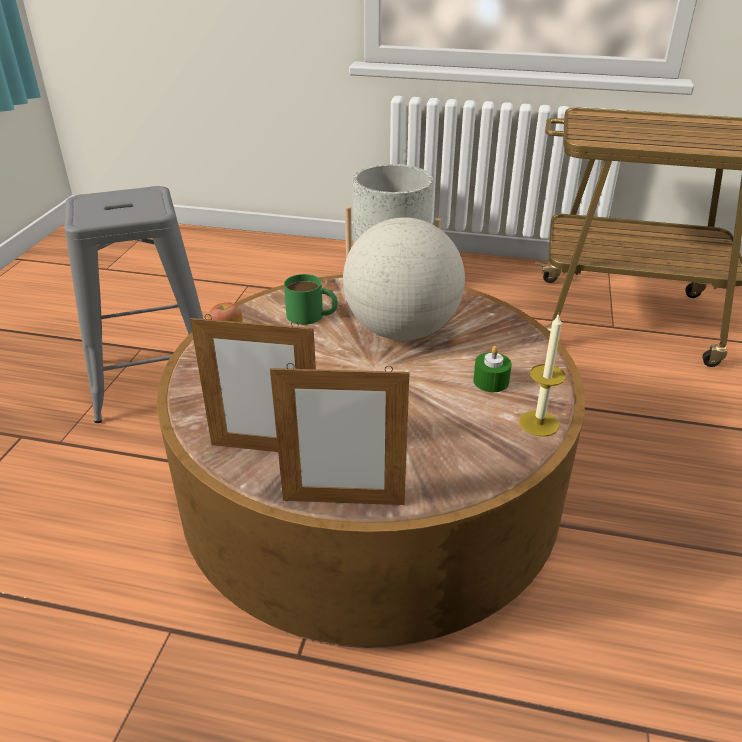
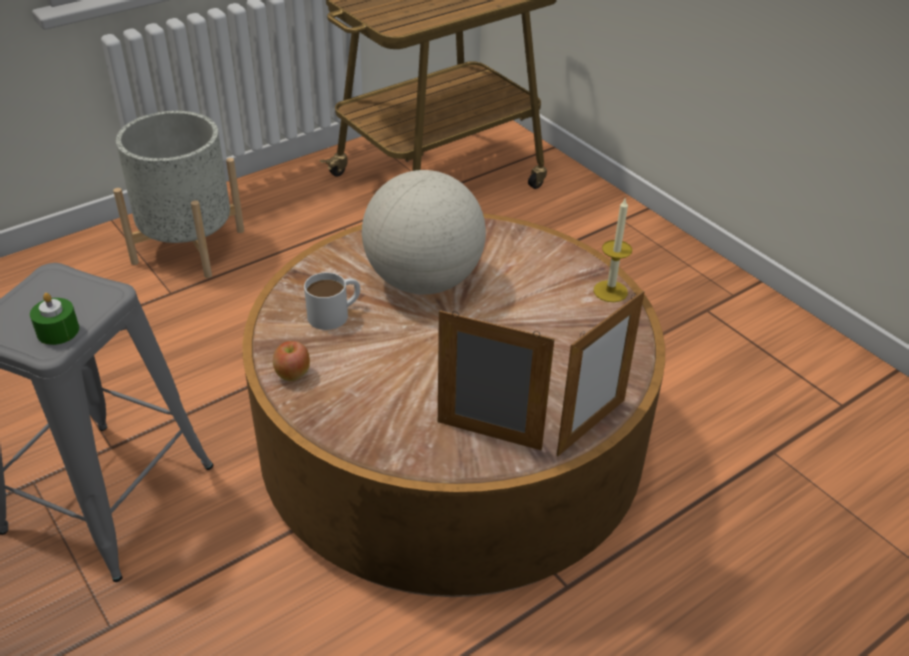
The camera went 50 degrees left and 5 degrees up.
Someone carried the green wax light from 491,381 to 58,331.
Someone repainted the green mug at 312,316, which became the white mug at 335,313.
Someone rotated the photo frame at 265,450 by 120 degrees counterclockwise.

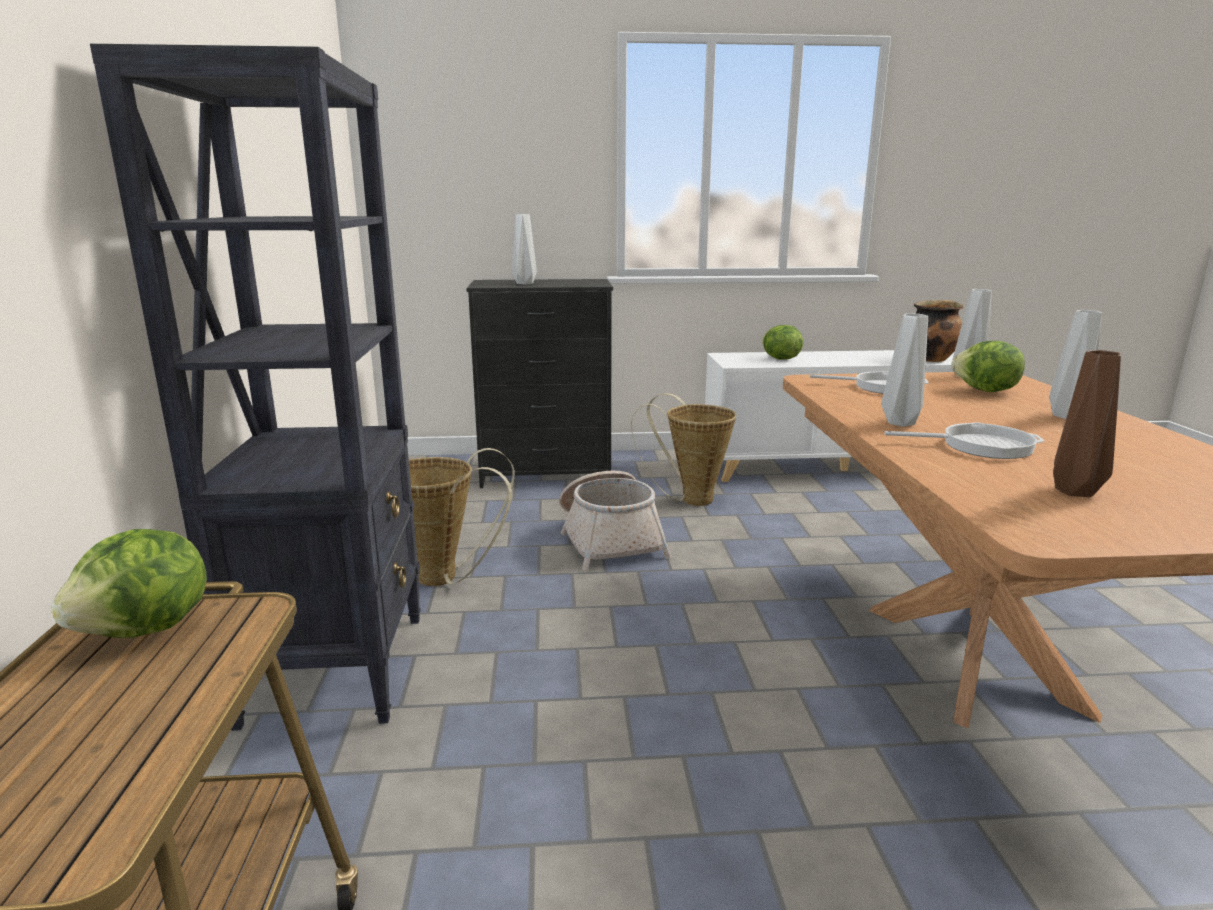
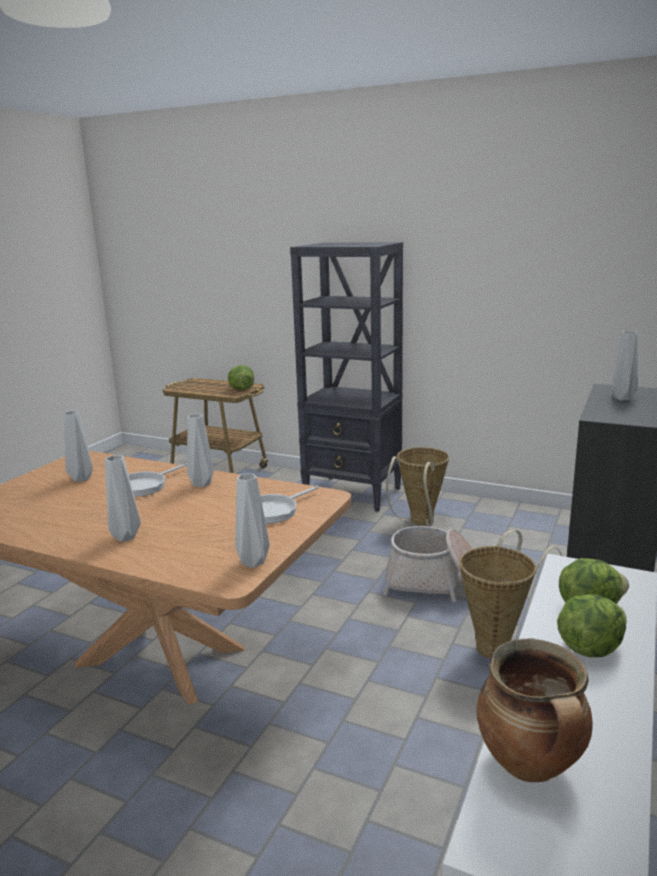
The camera went 120 degrees right and 0 degrees up.
Someone carried the head of lettuce from 985,391 to 589,647.
Someone repainted the brown decorative vase at 1072,490, which became the gray decorative vase at 82,479.

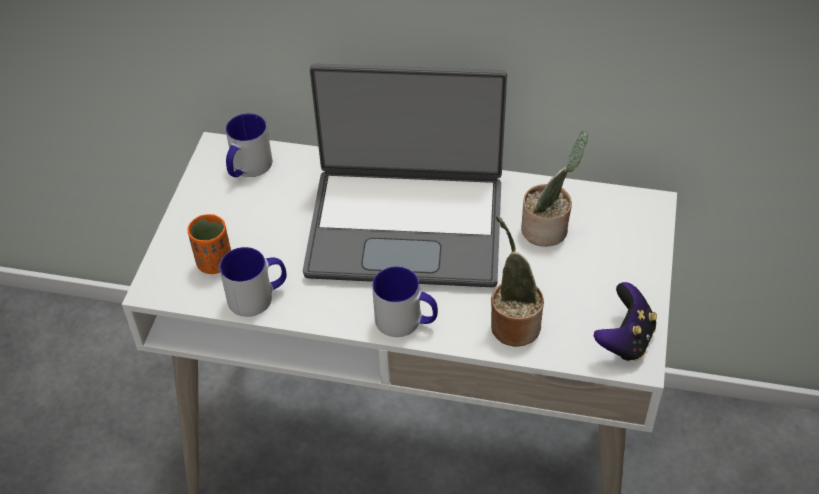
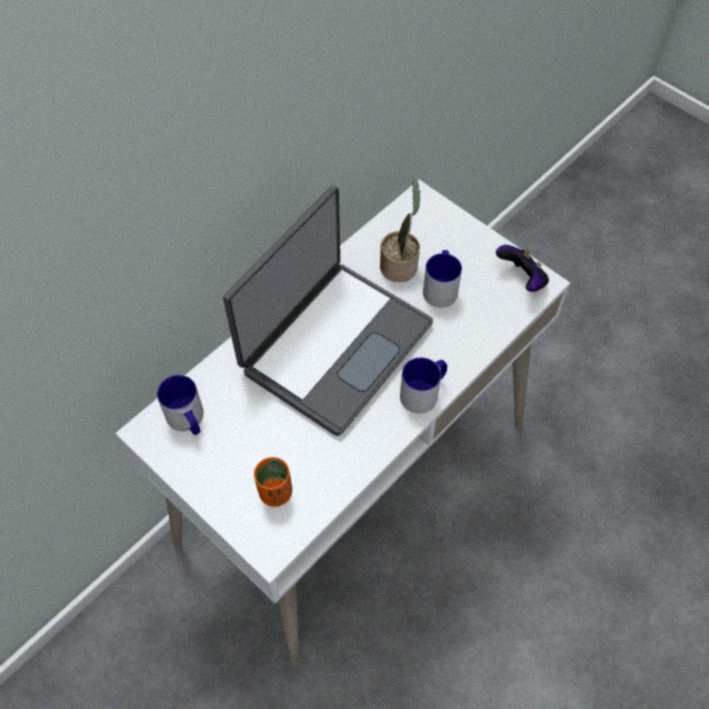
The camera went 60 degrees left and 10 degrees up.
Someone took away the houseplant at 512,324.
Someone carried the mug from 258,296 to 440,287.

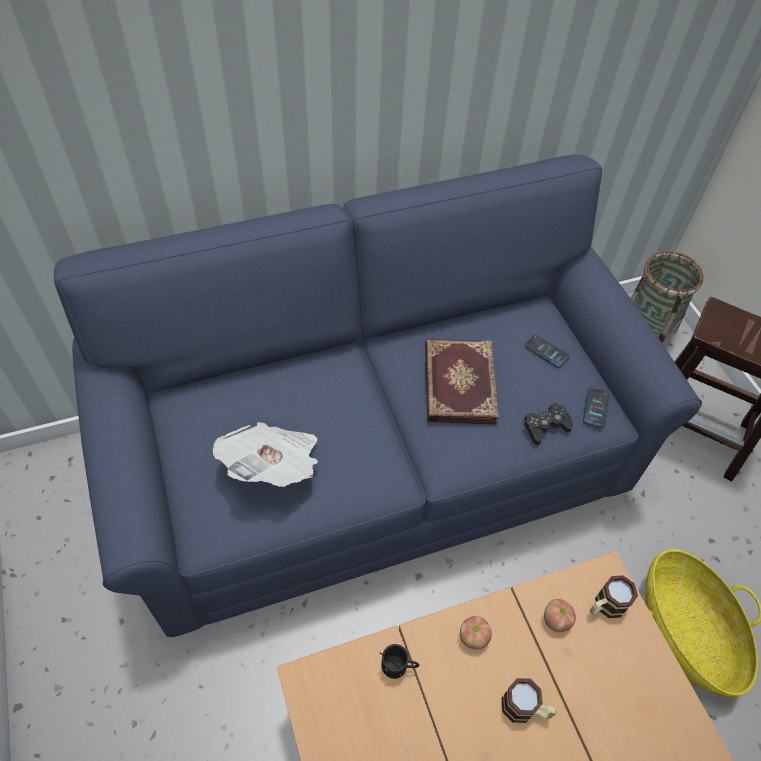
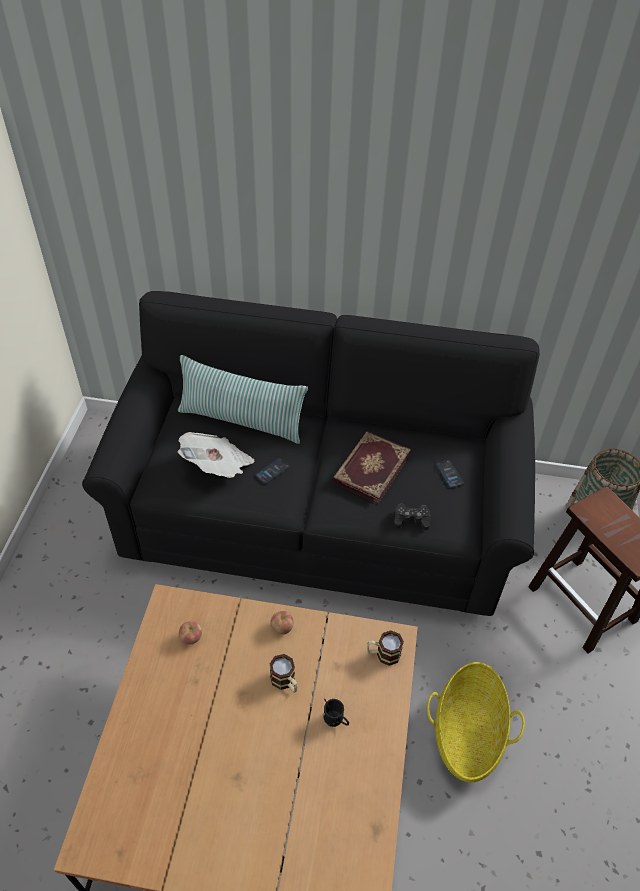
The camera went 30 degrees right and 5 degrees down.
Someone put down the throw pillow at 241,420.
Someone carried the black-coloured mug from 398,667 to 335,720.
Someone carried the apple from 556,620 to 191,637.
Someone carried the handset from 595,408 to 272,471.
Someone repainted the blue-coloured sofa at 376,462, which became the black-coloured sofa at 318,517.

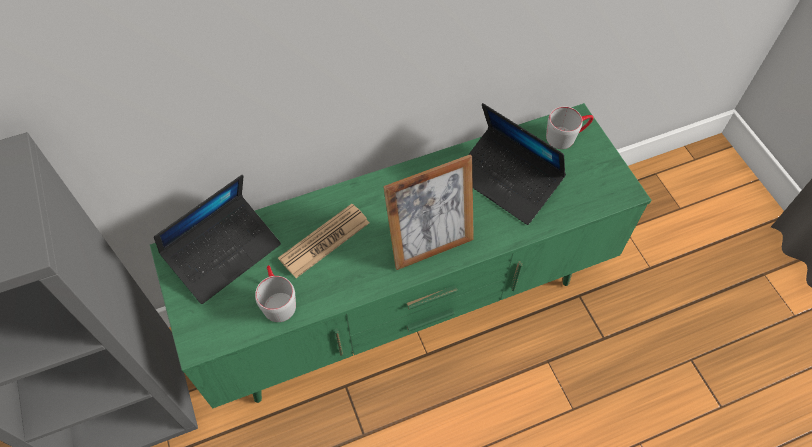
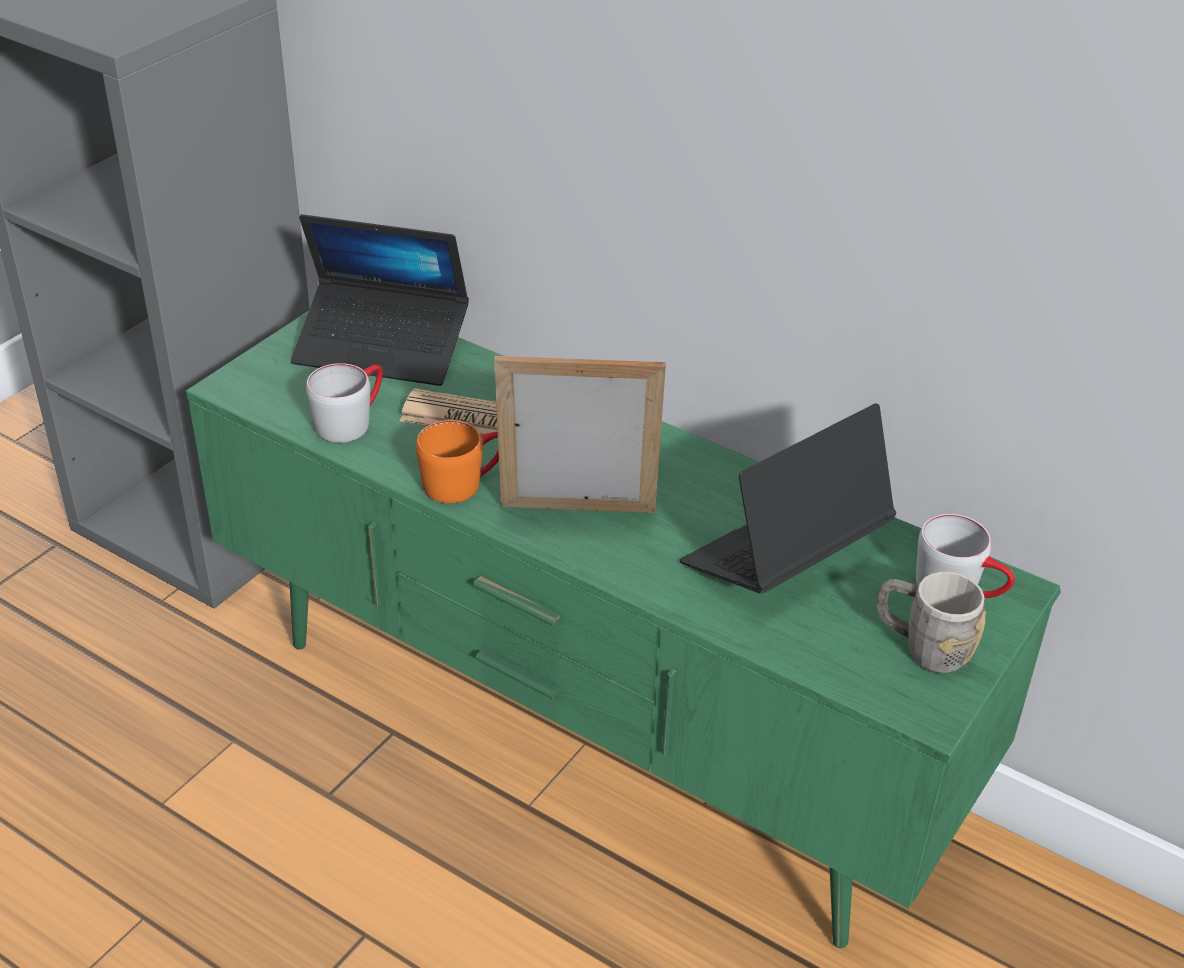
The camera went 55 degrees right and 20 degrees down.
Someone put down the orangey mug at 464,481.
Someone put down the gray mug at 922,648.
Someone rotated the photo frame at 430,244 by 150 degrees clockwise.
Someone rotated the notebook computer at 507,181 by 45 degrees clockwise.

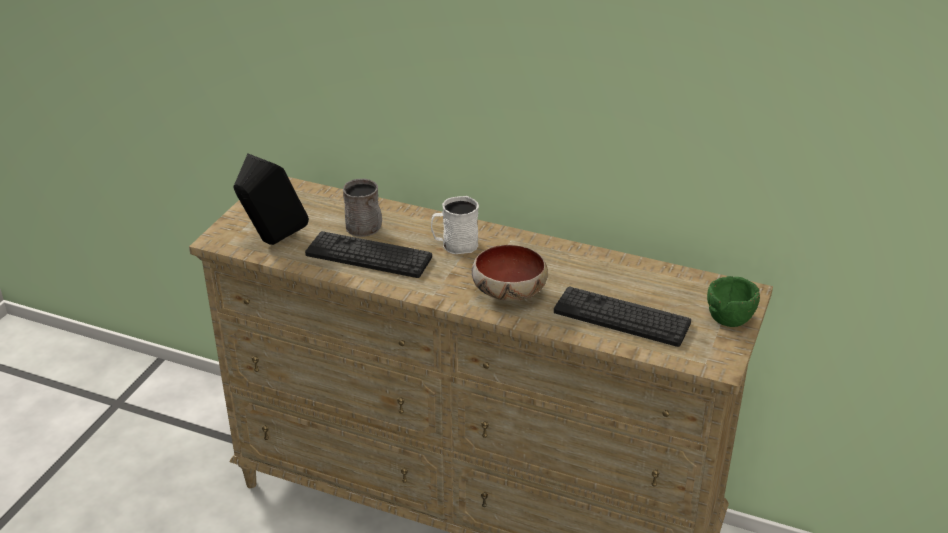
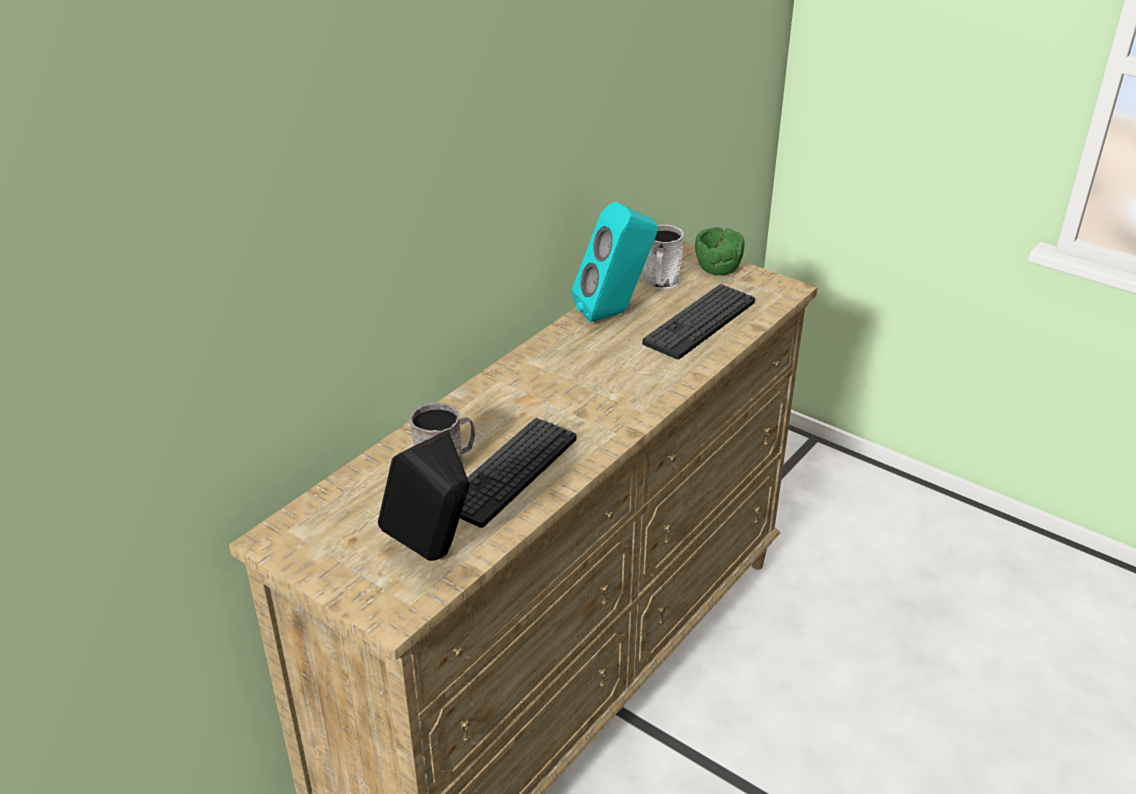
The camera went 75 degrees left and 0 degrees up.
Someone took away the serving bowl at 507,292.
Someone put down the blue-green audio speaker at 615,313.
Someone carried the white mug from 455,245 to 660,282.

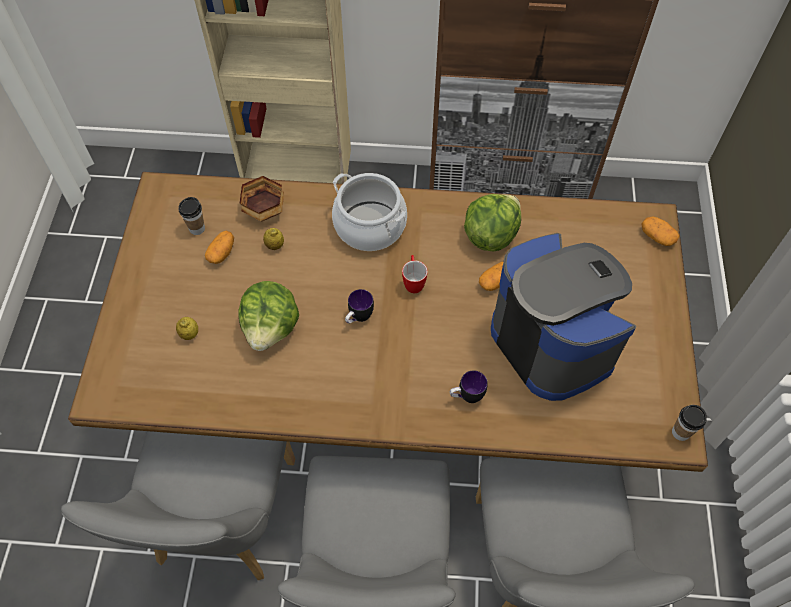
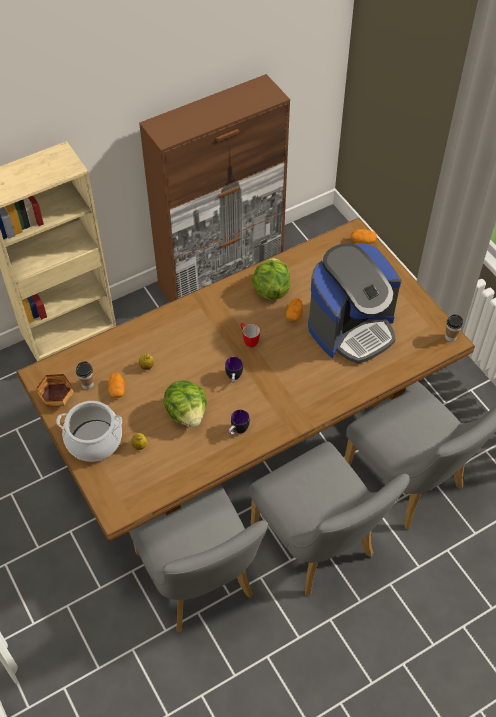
The camera went 35 degrees left and 5 degrees down.
Someone carried the serving bowl from 263,210 to 56,398.
Someone carried the stockpot from 370,226 to 94,440.
Someone carried the mug from 466,397 to 238,431.
Someone rotated the coffee machine at 553,341 by 120 degrees clockwise.

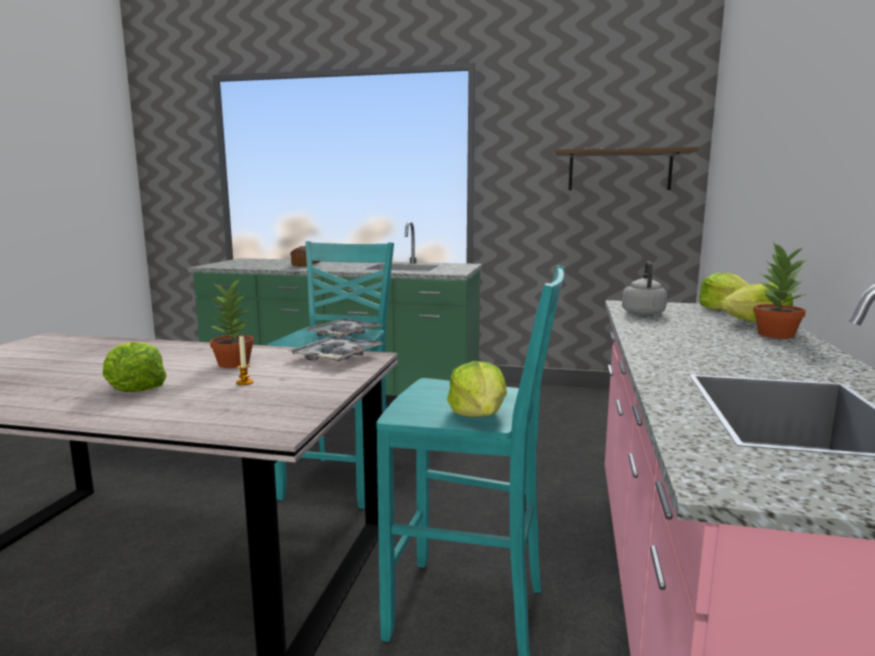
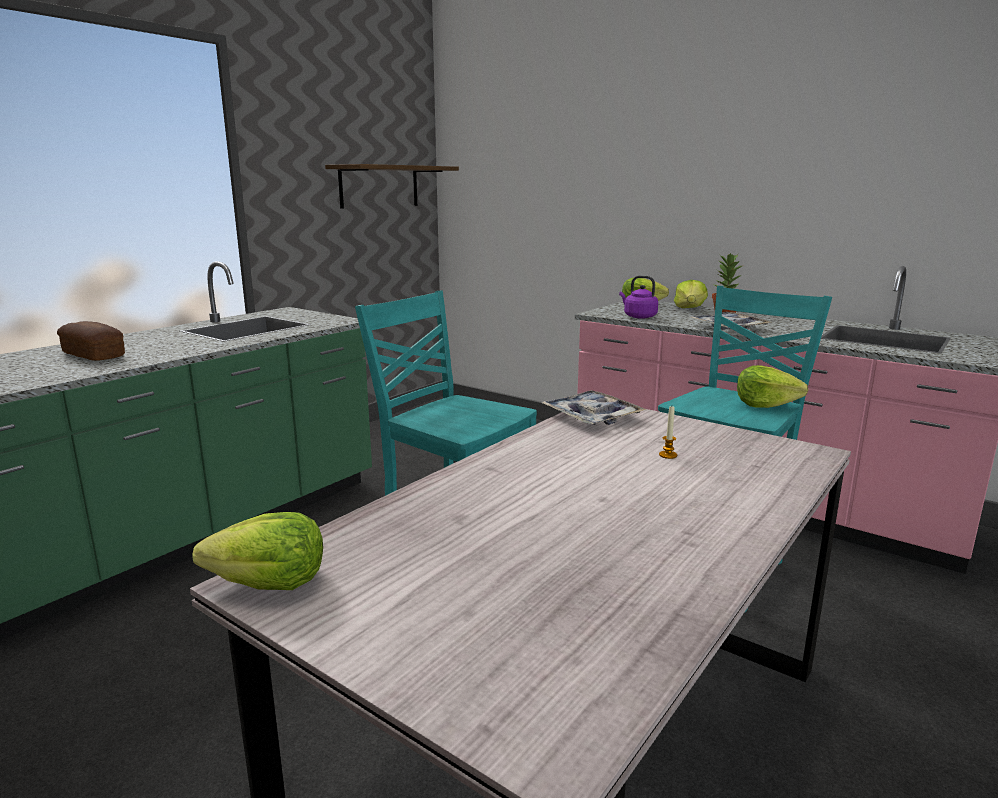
The camera went 65 degrees left and 5 degrees up.
Someone took away the houseplant at 234,364.
Someone carried the head of lettuce from 135,387 to 269,583.
Someone carried the serving tray from 343,335 to 729,328.
Someone repainted the gray tea kettle at 643,313, which became the purple tea kettle at 638,316.

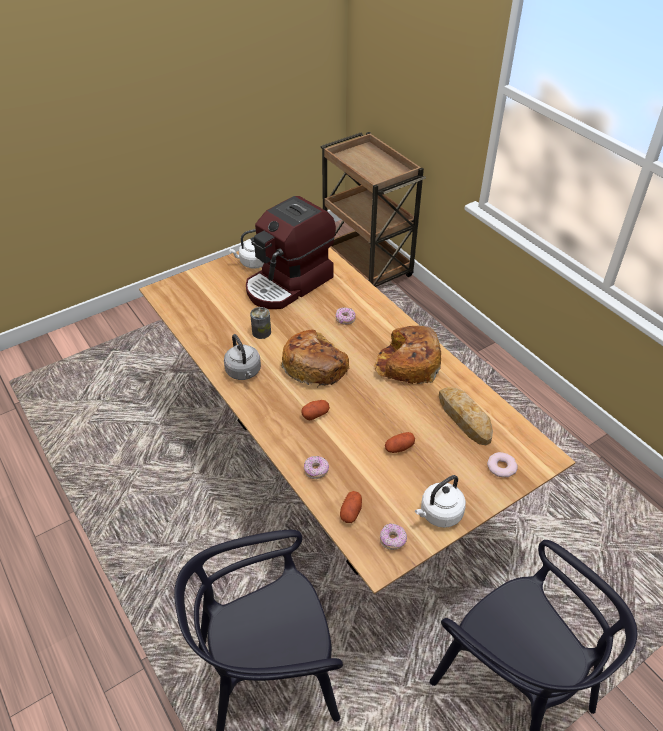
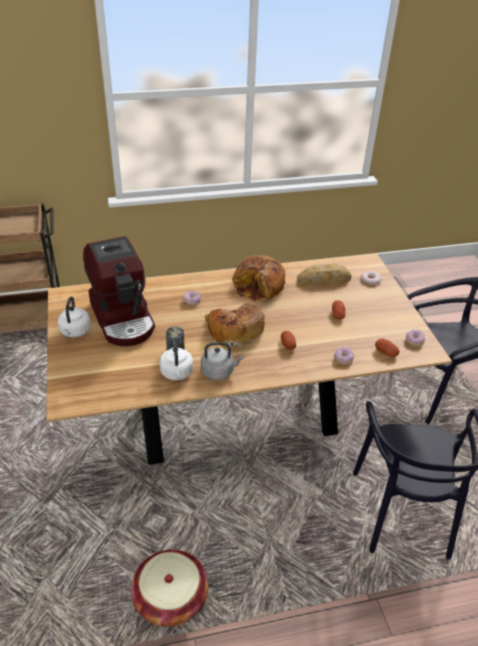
The camera went 70 degrees left and 5 degrees down.
Someone put down the household basket at 171,598.
Someone carried the white tea kettle from 439,514 to 177,373.

